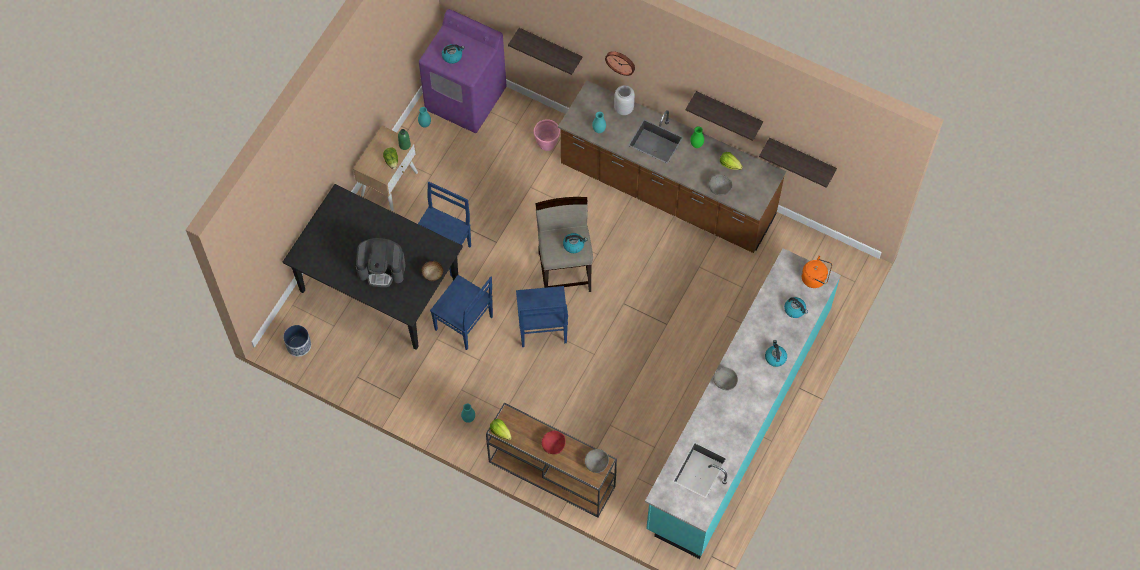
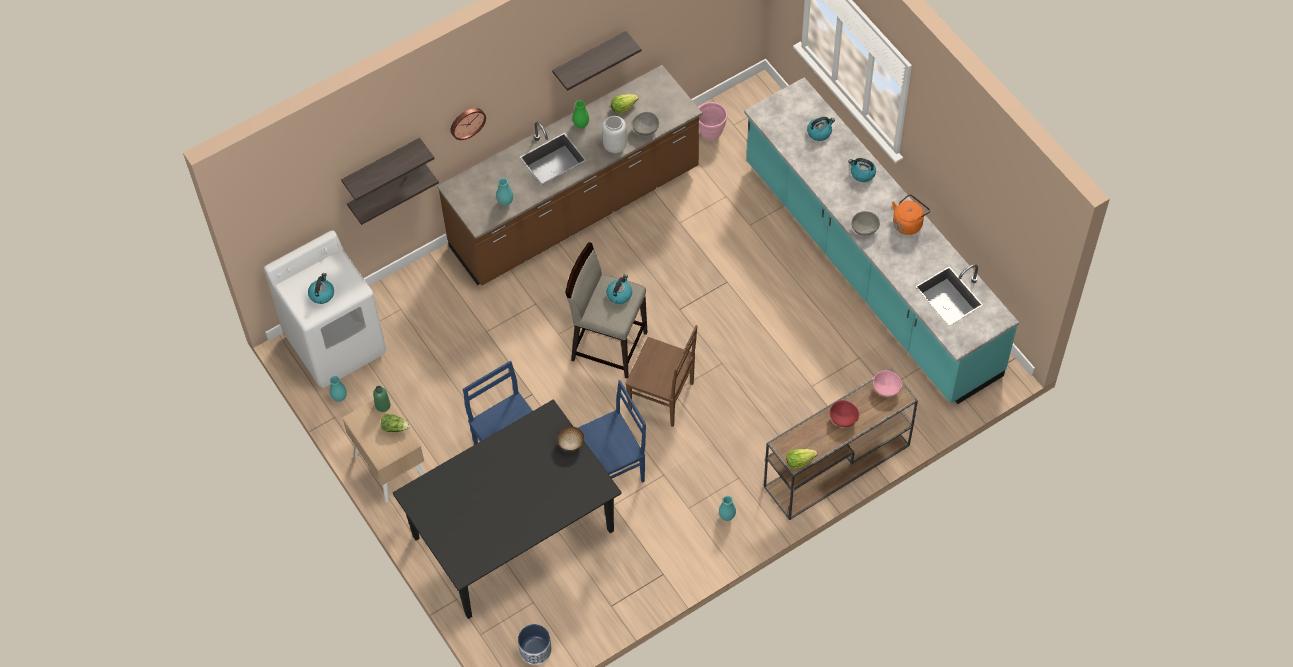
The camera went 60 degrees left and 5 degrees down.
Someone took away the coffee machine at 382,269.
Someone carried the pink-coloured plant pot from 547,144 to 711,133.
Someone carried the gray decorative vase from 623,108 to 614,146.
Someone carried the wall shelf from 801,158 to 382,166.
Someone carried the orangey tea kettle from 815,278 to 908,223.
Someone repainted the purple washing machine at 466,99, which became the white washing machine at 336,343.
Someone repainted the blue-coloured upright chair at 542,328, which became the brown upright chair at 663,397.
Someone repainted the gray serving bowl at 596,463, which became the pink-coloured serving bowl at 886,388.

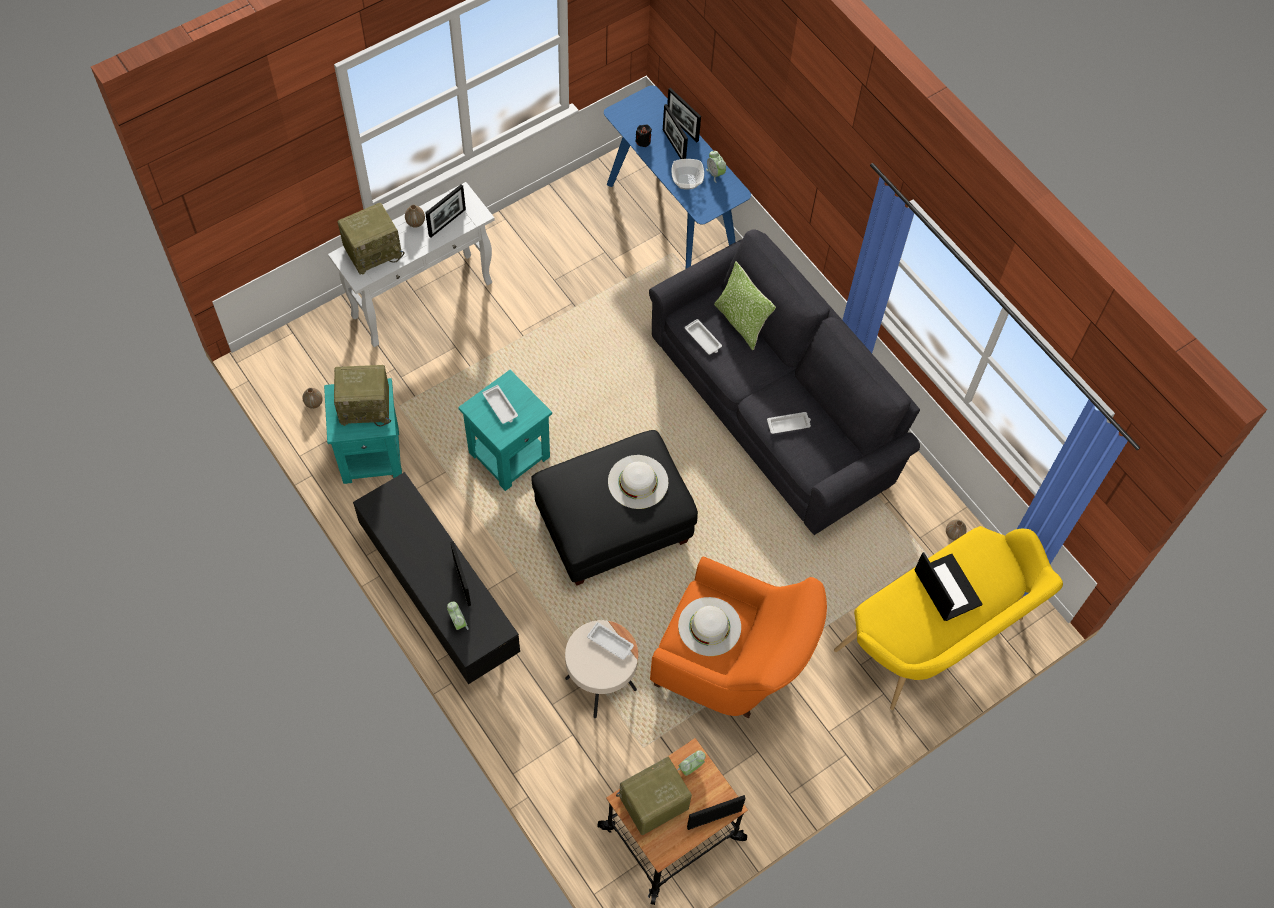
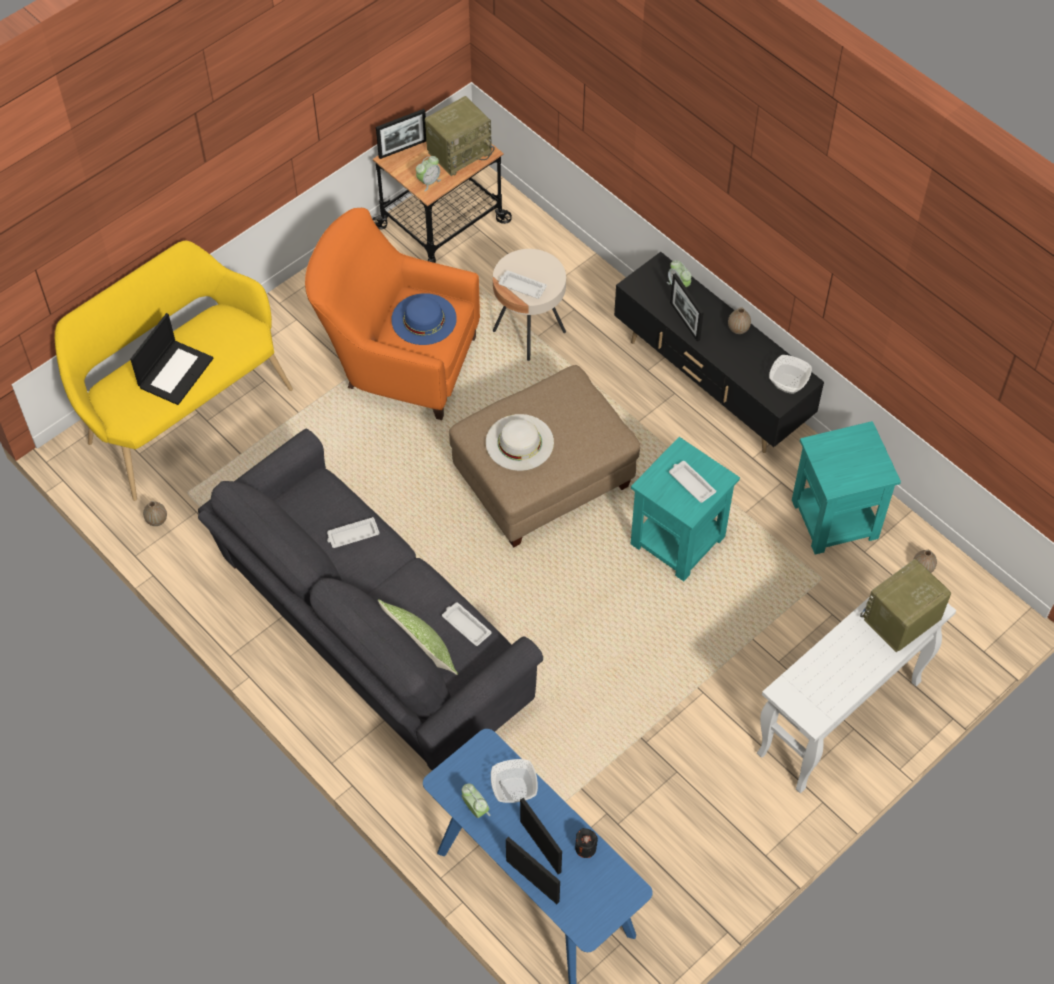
The camera went 175 degrees right and 5 degrees down.
Someone took away the radio at 366,406.
Someone took away the photo frame at 447,222.
Someone put down the serving bowl at 787,383.
Someone carried the decorative vase from 415,223 to 738,329.
Someone repainted the black-coloured ottoman at 613,526, which became the sand-coloured ottoman at 543,479.
Someone repainted the white wearable hat at 709,626, which became the blue-coloured wearable hat at 424,319.
Someone rotated the notebook computer at 946,587 by 120 degrees counterclockwise.

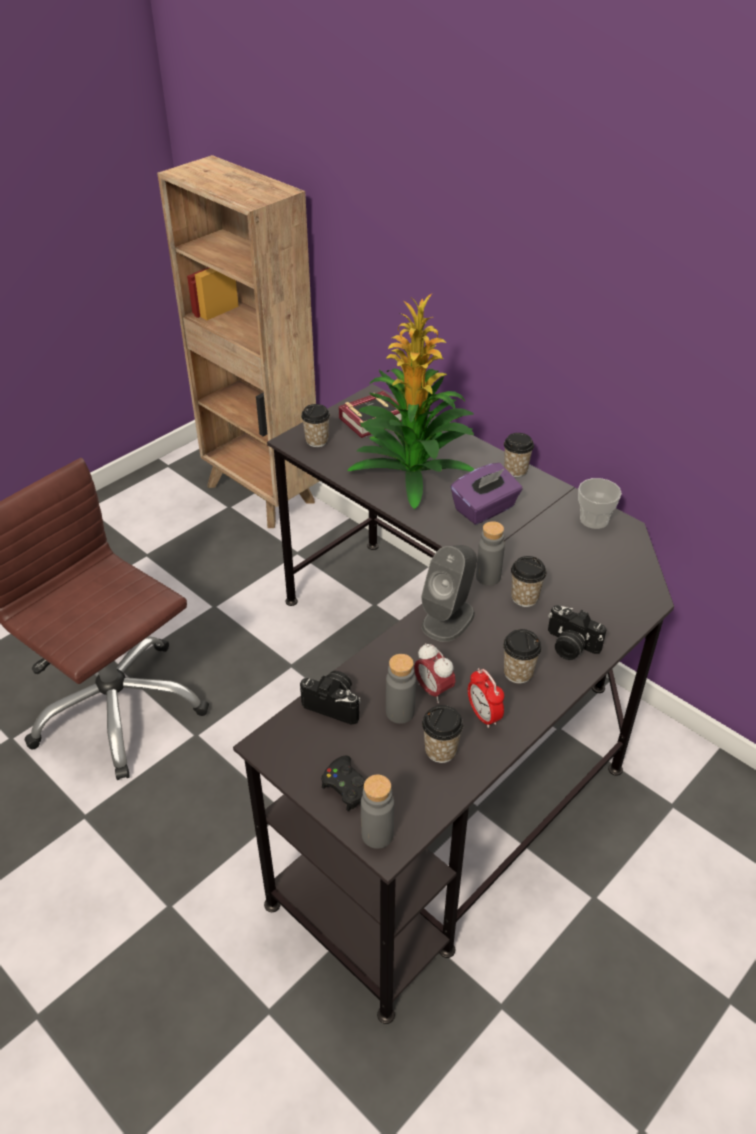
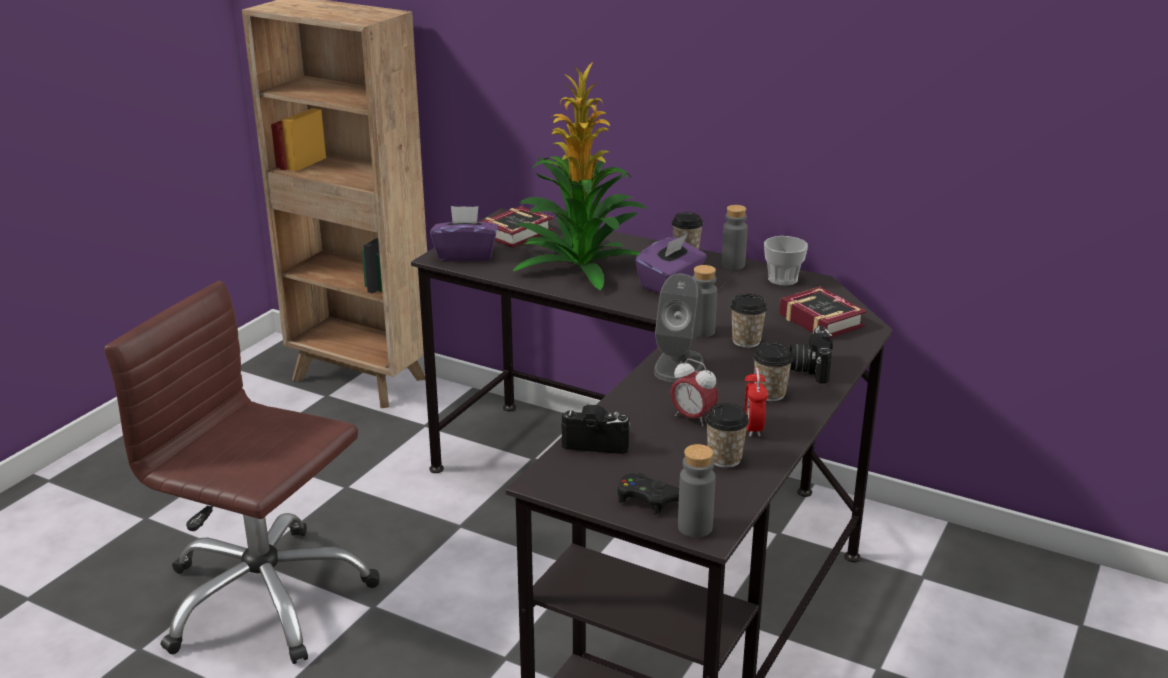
The camera went 15 degrees left and 15 degrees down.
Someone put down the book at 820,319.
Someone carried the gray bottle from 400,712 to 733,265.
Someone swapped the small cup at 317,441 for the purple tissue box at 466,255.
Someone rotated the table clock at 483,715 by 45 degrees clockwise.
Someone rotated the still camera at 569,646 by 75 degrees clockwise.

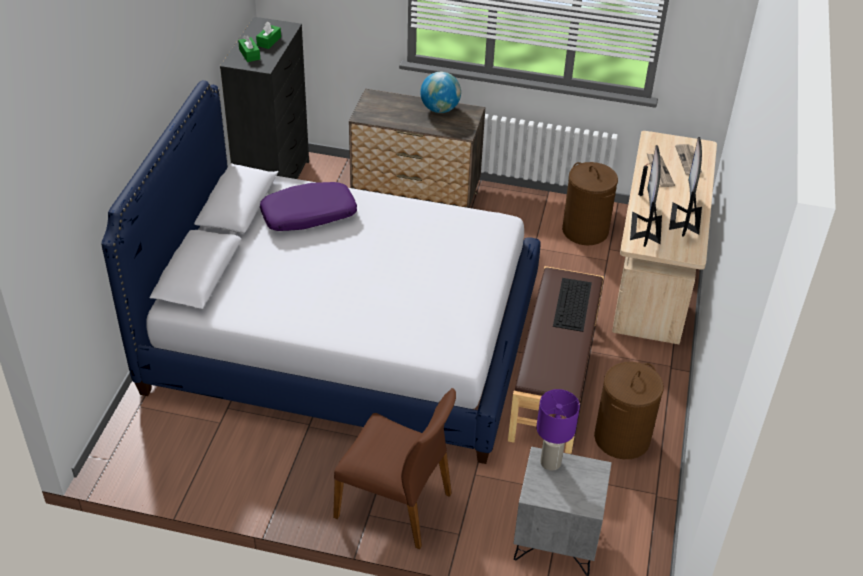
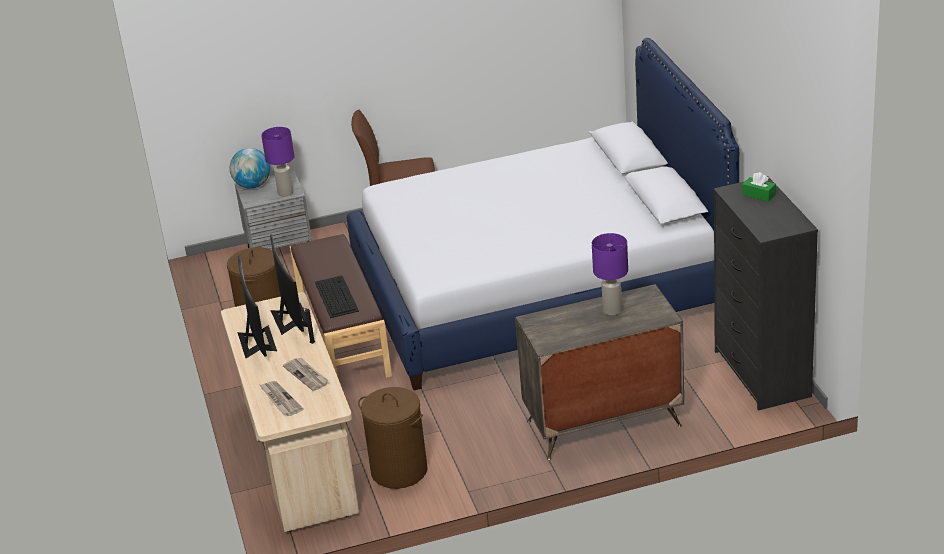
The camera went 155 degrees right and 10 degrees down.
Someone took away the green tissue box at 269,41.
Someone took away the purple throw pillow at 308,216.
Someone put down the purple tabletop lamp at 612,310.
Someone carried the desk globe from 440,109 to 253,185.

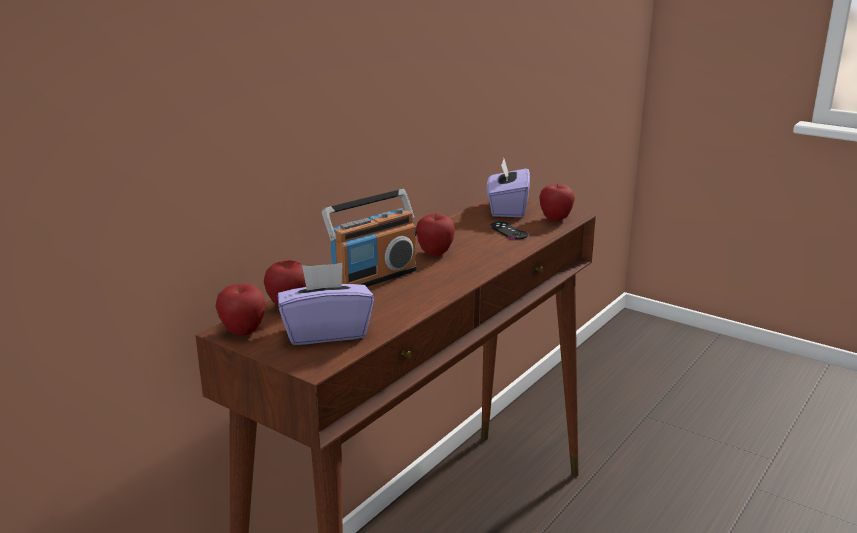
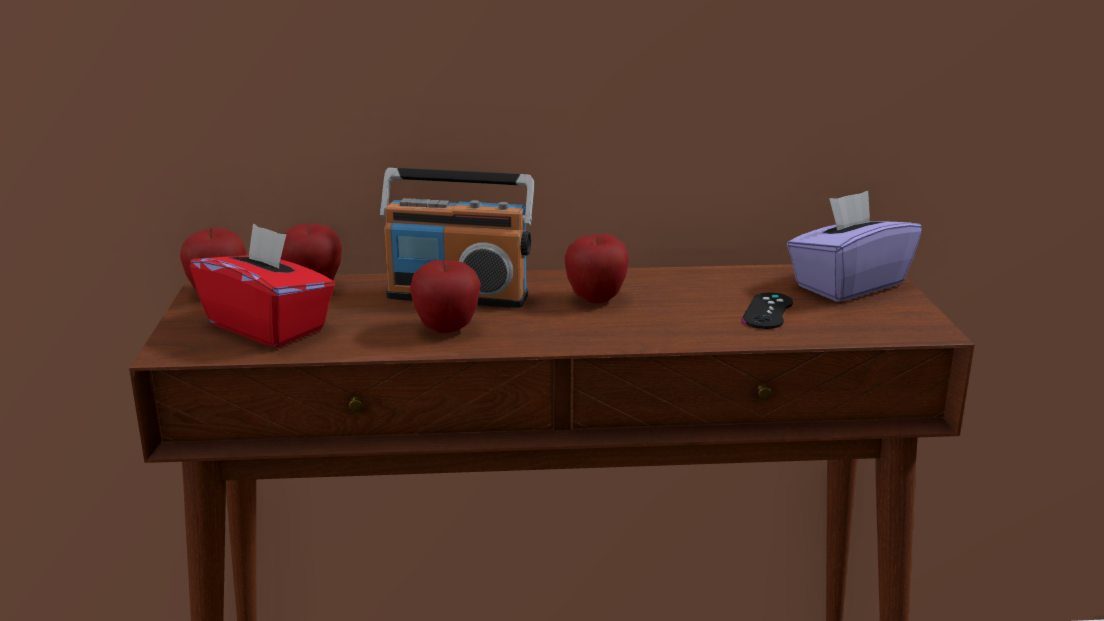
The camera went 50 degrees right and 0 degrees up.
Someone carried the apple from 555,219 to 446,329.
Someone repainted the purple tissue box at 326,332, which became the red-coloured tissue box at 268,326.

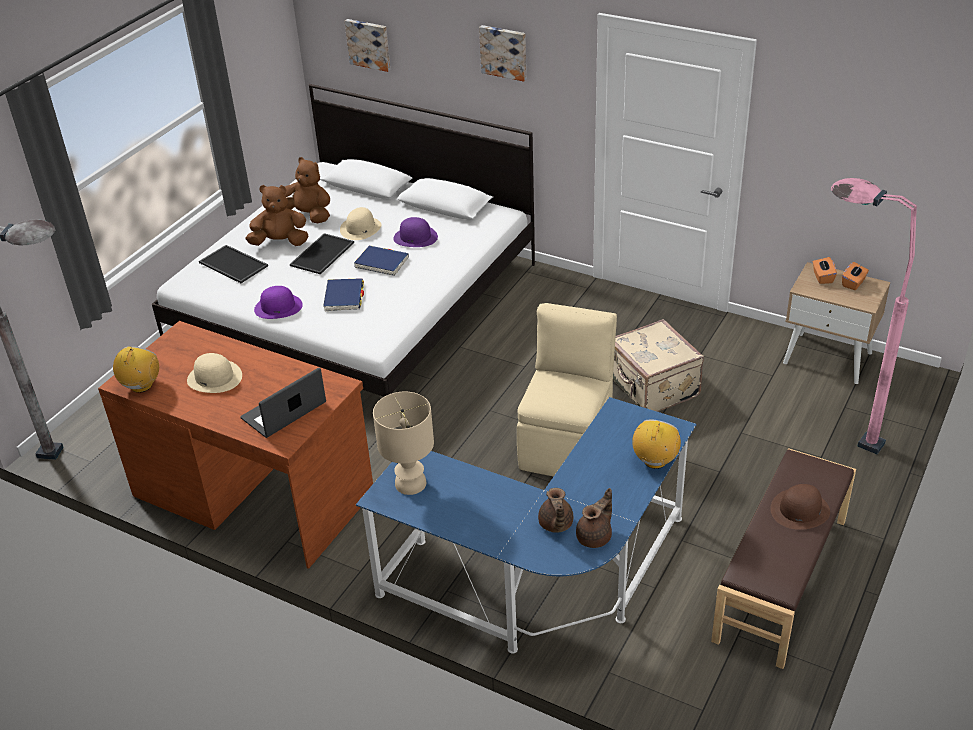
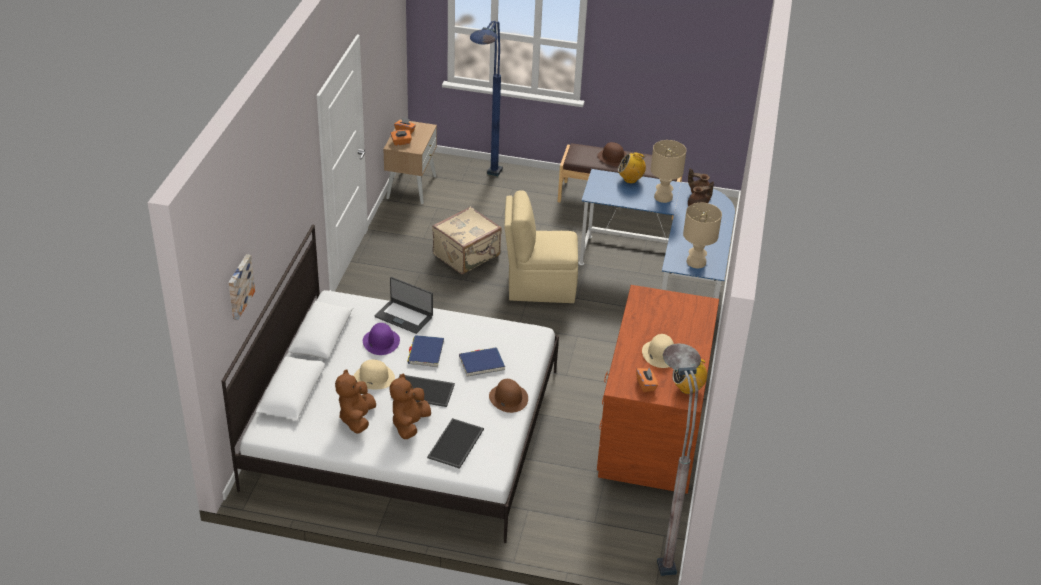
The camera went 110 degrees left and 0 degrees up.
Someone took away the picture at 504,52.
Someone put down the orangey tissue box at 646,385.
Someone put down the sand-coloured tabletop lamp at 663,197.
Someone carried the notebook computer from 284,411 to 404,316.
Someone repainted the purple wearable hat at 278,307, which became the brown wearable hat at 508,398.
Someone repainted the pink-coloured standing lamp at 831,428, which became the blue-coloured standing lamp at 484,185.
Someone rotated the brown plush toy at 280,242 by 45 degrees clockwise.

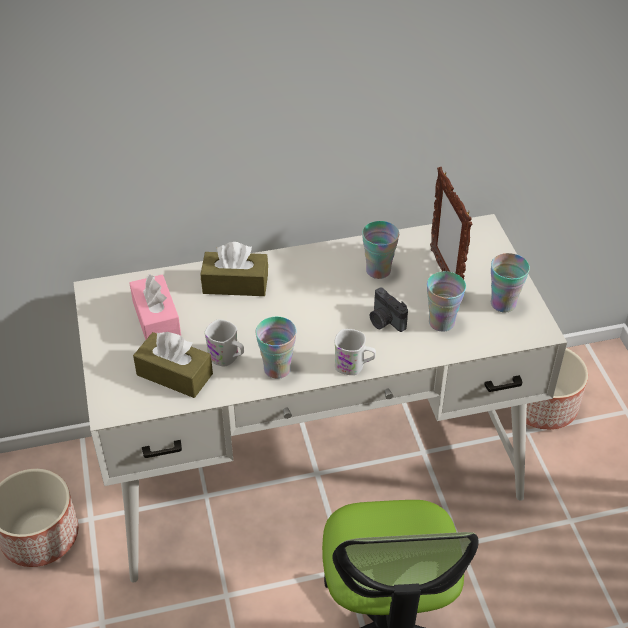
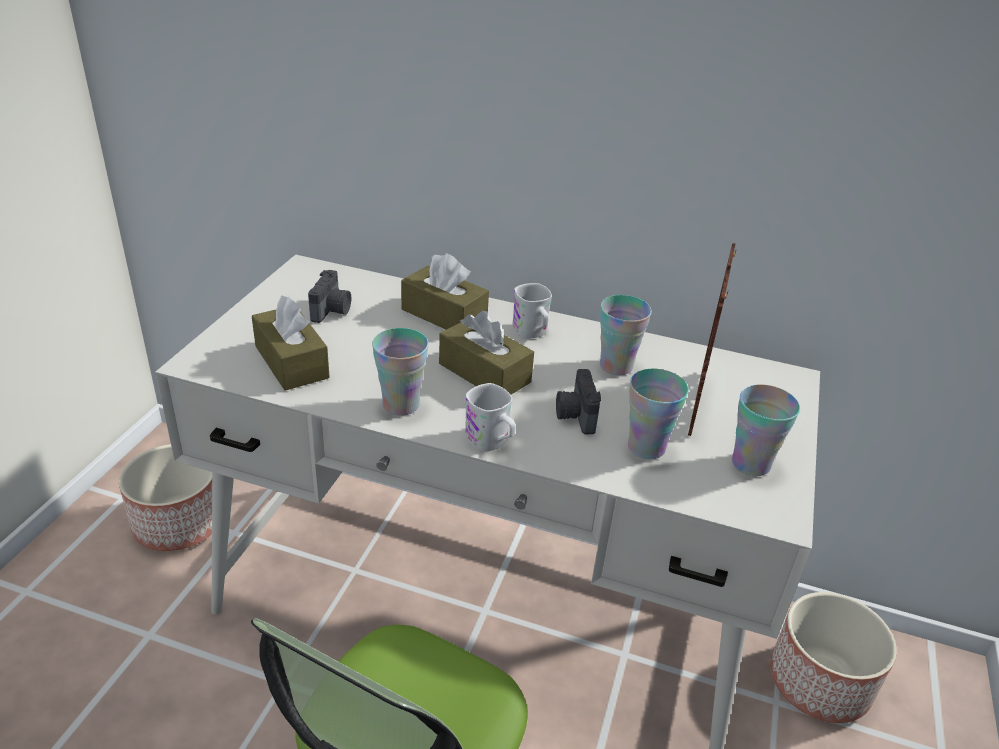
The camera went 30 degrees right and 10 degrees down.
Someone put down the brown tissue box at 484,373.
Someone carried the white mug from 227,358 to 532,333.
Someone swapped the pink-coloured tissue box at 156,319 for the still camera at 332,310.

